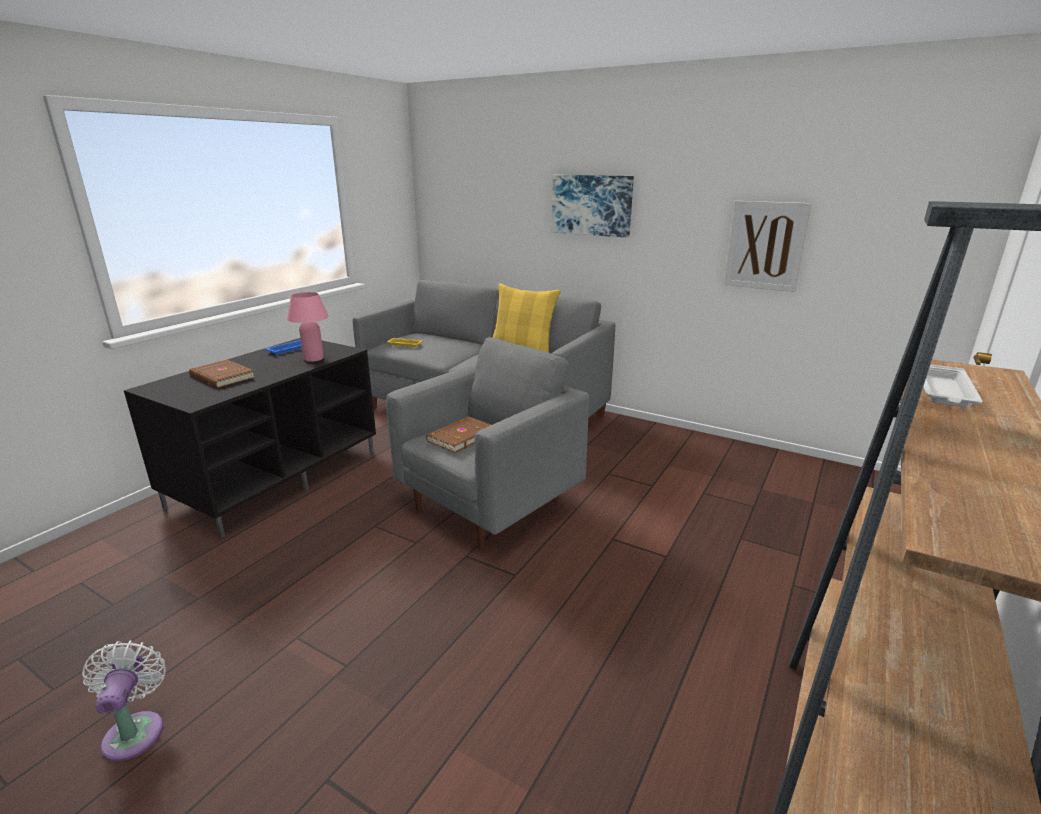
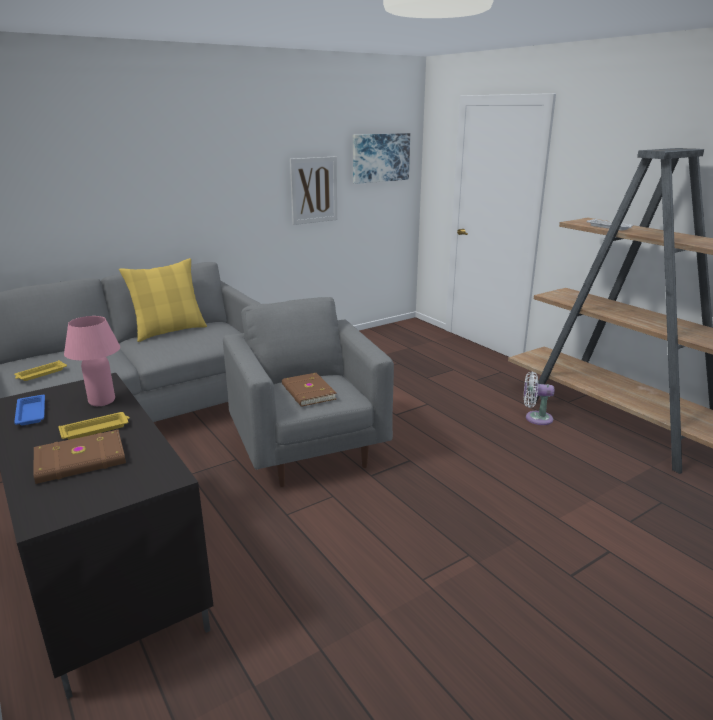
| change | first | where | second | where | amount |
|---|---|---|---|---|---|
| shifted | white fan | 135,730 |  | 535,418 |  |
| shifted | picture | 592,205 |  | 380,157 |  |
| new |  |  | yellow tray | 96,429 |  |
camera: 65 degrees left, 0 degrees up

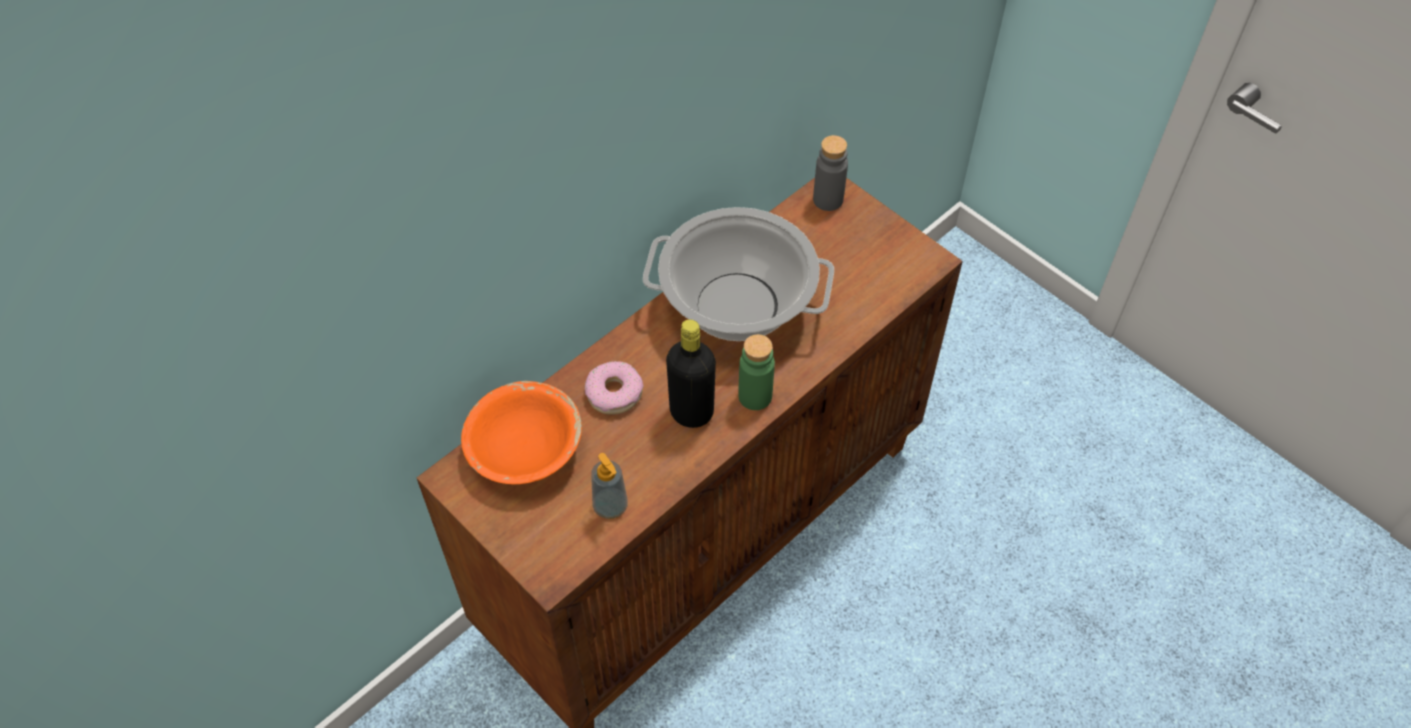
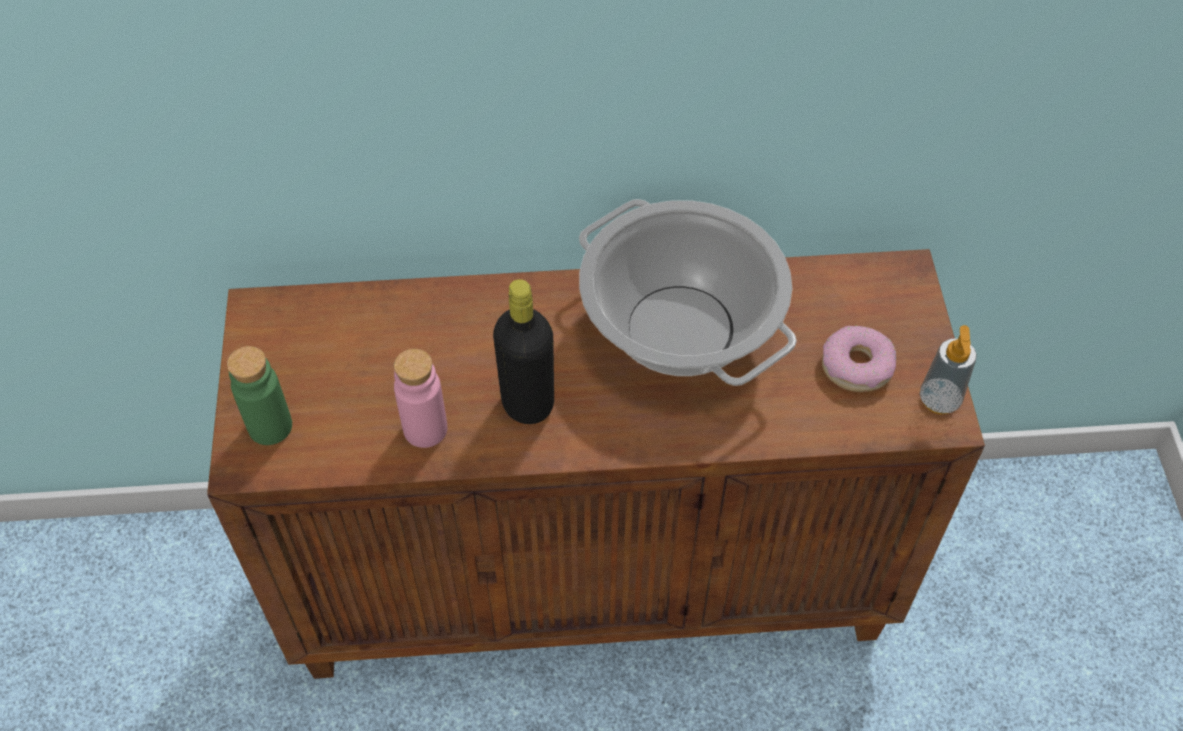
| change | first | where | second | where | amount |
|---|---|---|---|---|---|
| gone | orange bowl | 525,449 |  |  |  |
| shifted | donut | 614,393 |  | 857,366 |  |
| shifted | soap dispenser | 610,506 |  | 939,400 |  |
| shifted | green bottle | 755,396 |  | 270,426 |  |
| gone | grey bottle | 828,199 |  |  |  |
| new |  |  | pink bottle | 425,429 |  |
camera: 40 degrees right, 0 degrees up

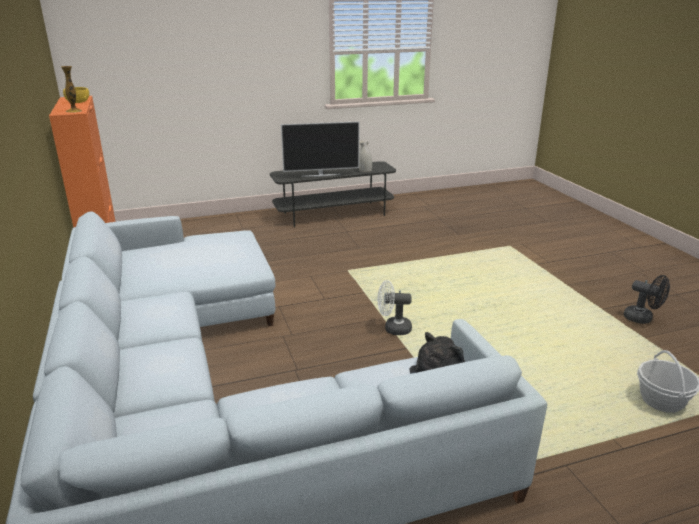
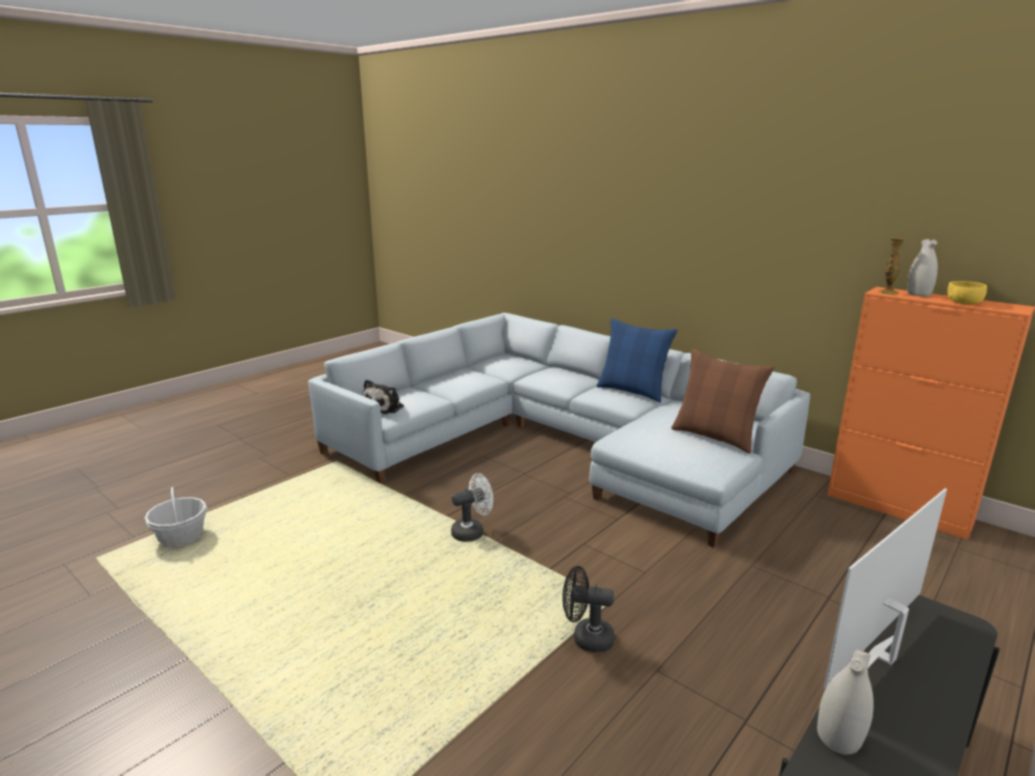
| change | first | where | second | where | amount |
|---|---|---|---|---|---|
| shifted | black fan | 642,319 |  | 586,638 |  |
| new |  |  | blue pillow | 632,391 |  |
| new |  |  | brown pillow | 715,437 |  |
| new |  |  | white vase | 918,294 |  |
camera: 150 degrees right, 5 degrees down

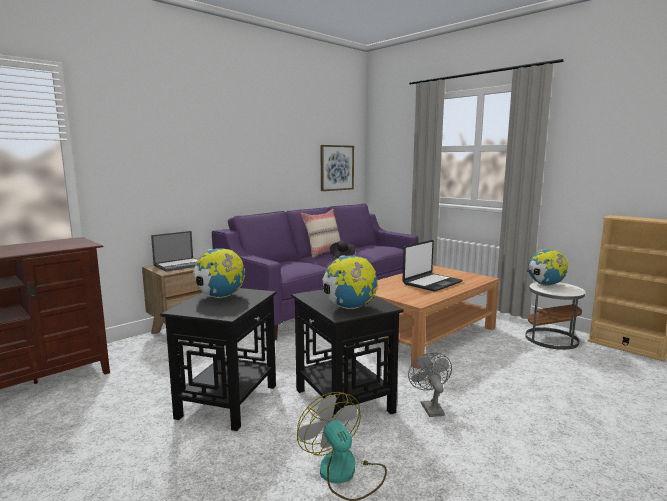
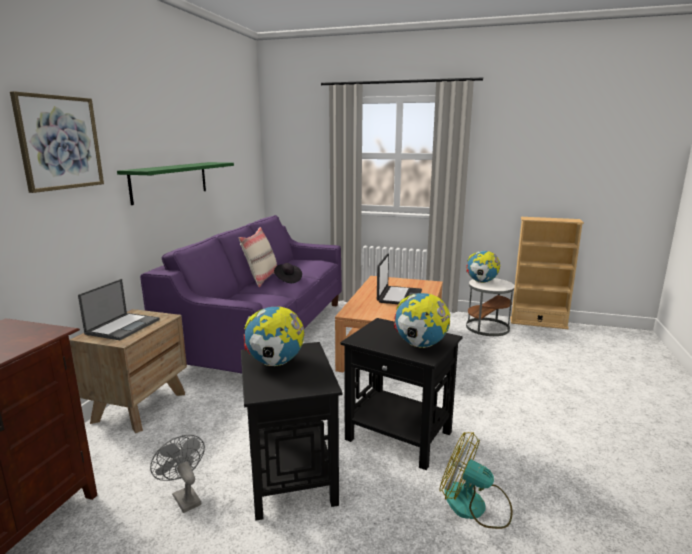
| change | first | where | second | where | amount |
|---|---|---|---|---|---|
| shifted | picture | 336,168 |  | 60,143 |  |
| shifted | grey fan | 430,407 |  | 184,497 |  |
| new |  |  | green shelf | 170,181 |  |
camera: 30 degrees left, 5 degrees up

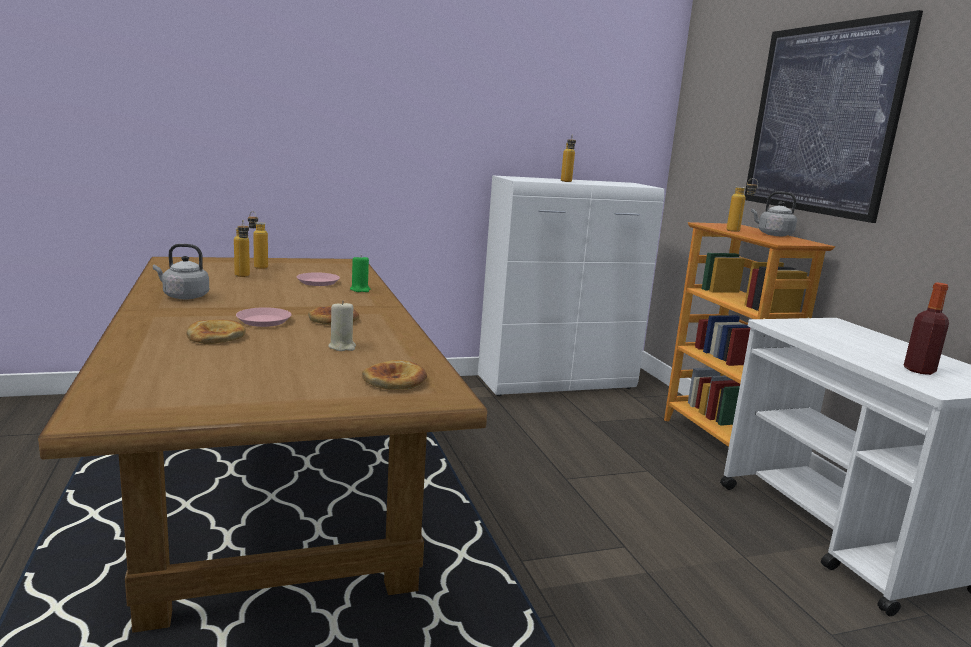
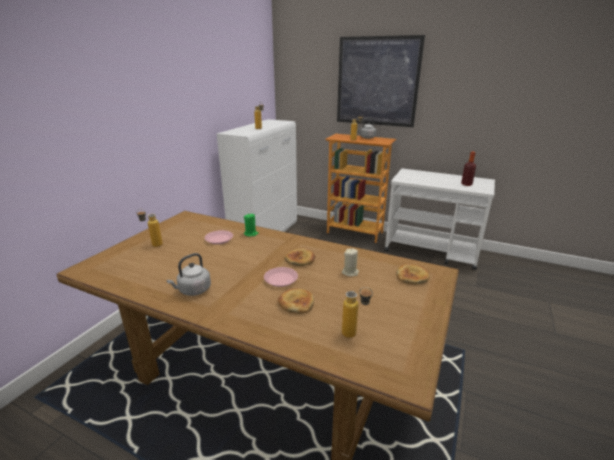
| change | first | where | second | where | amount |
|---|---|---|---|---|---|
| shifted | bottle | 243,277 |  | 355,335 |  |
camera: 45 degrees left, 10 degrees up

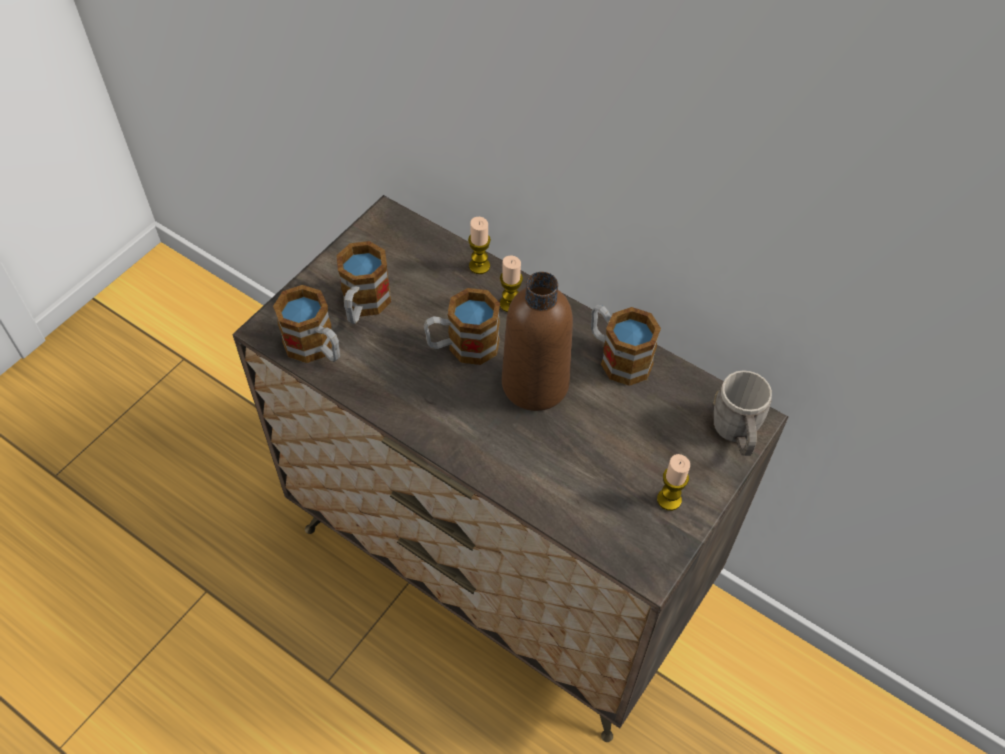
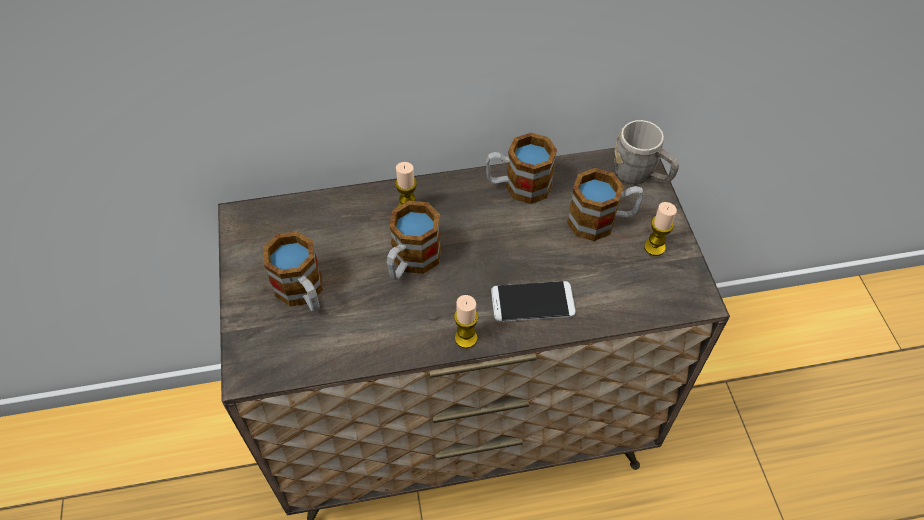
| change | first | where | second | where | amount |
|---|---|---|---|---|---|
| shifted | mug | 316,348 |  | 601,221 |  |
| shifted | candle | 479,266 |  | 466,338 |  |
| gone | brown bottle | 535,384 |  |  |  |
| new |  |  | phone | 532,302 |  |
camera: 45 degrees left, 0 degrees up

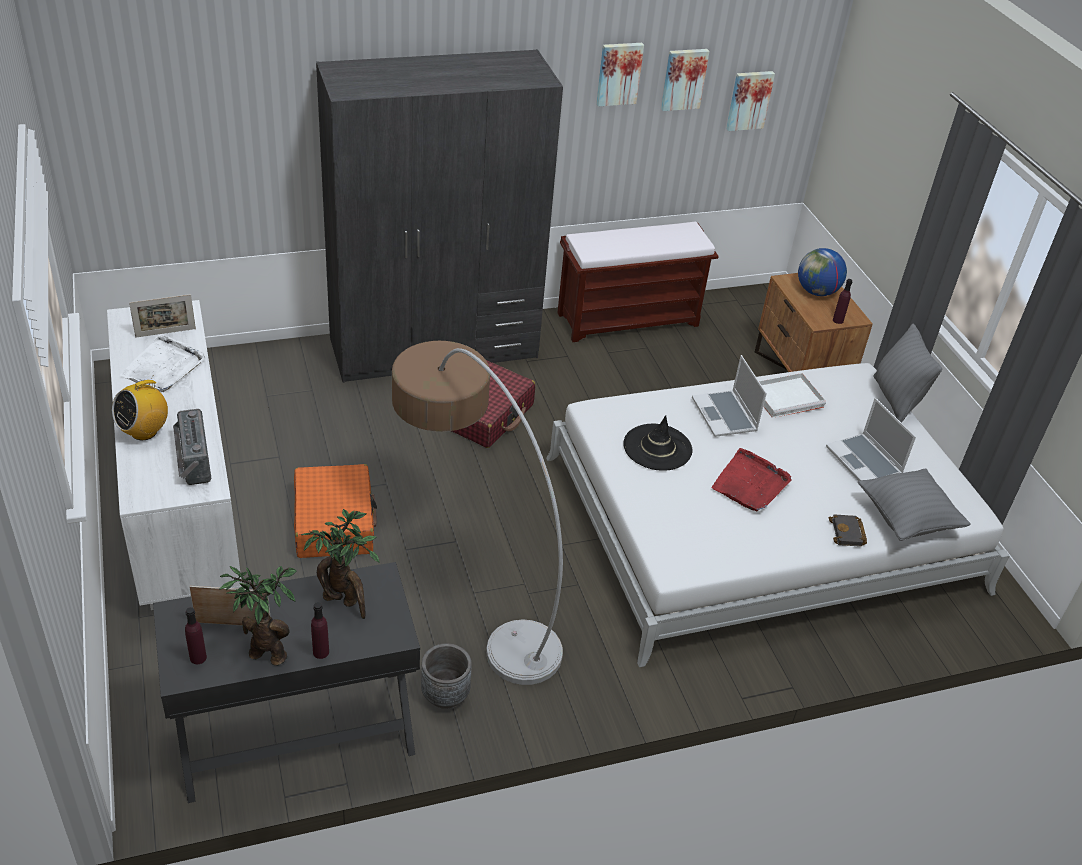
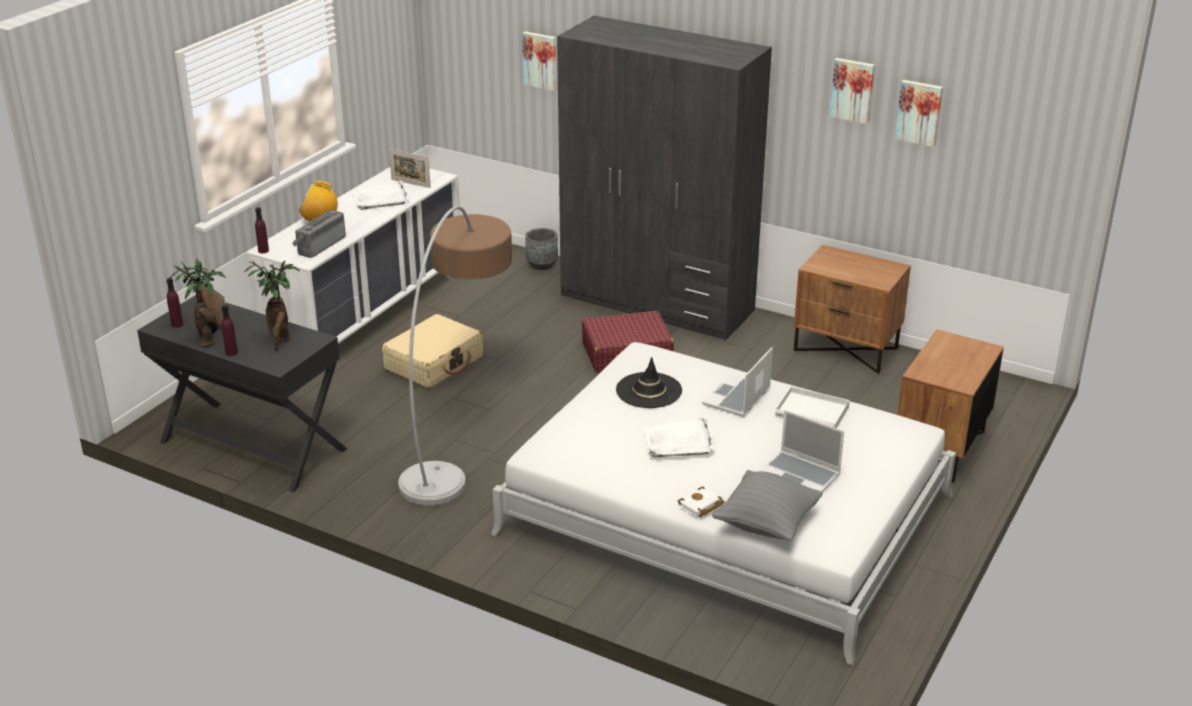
| change | first | where | second | where | amount |
|---|---|---|---|---|---|
| repainted | orange suitcase | 334,522 | beige suitcase | 434,363 |  |
| shifted | grey planter | 445,694 |  | 542,265 |  |
| swapped | brown bench | 629,319 | brown nightstand | 846,349 |  |
| repainted | red tray | 750,484 | white tray | 679,441 |  |
| shifted | picture | 749,100 |  | 540,60 |  |
| gone | globe | 817,292 |  |  |  |
| rotated | laptop | 865,461 |  | 800,476 | 75 degrees counterclockwise |
| repainted | black book | 848,534 | white book | 701,506 |  |
| shifted | purple bottle | 838,320 |  | 263,251 |  |
| gone | grey pillow | 896,399 |  |  |  |
camera: 50 degrees right, 10 degrees down

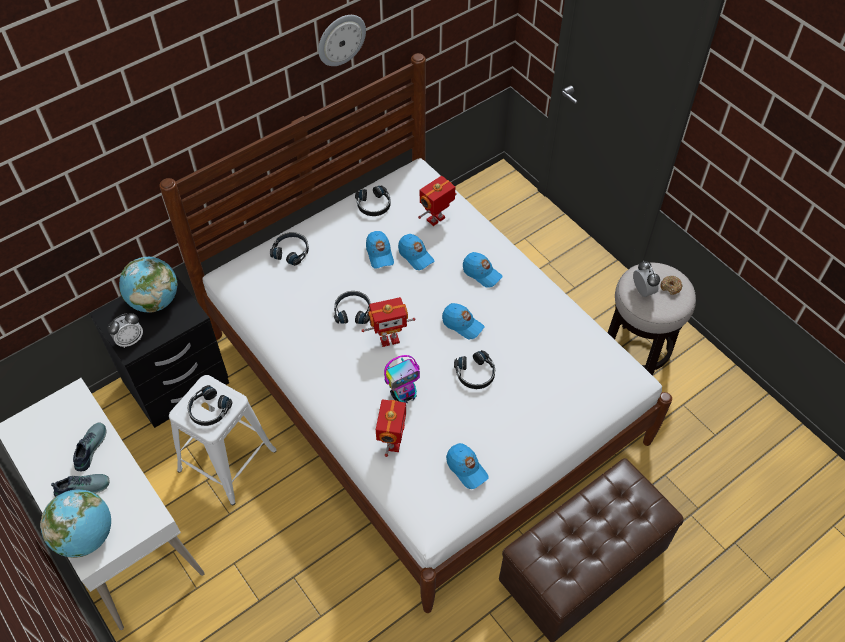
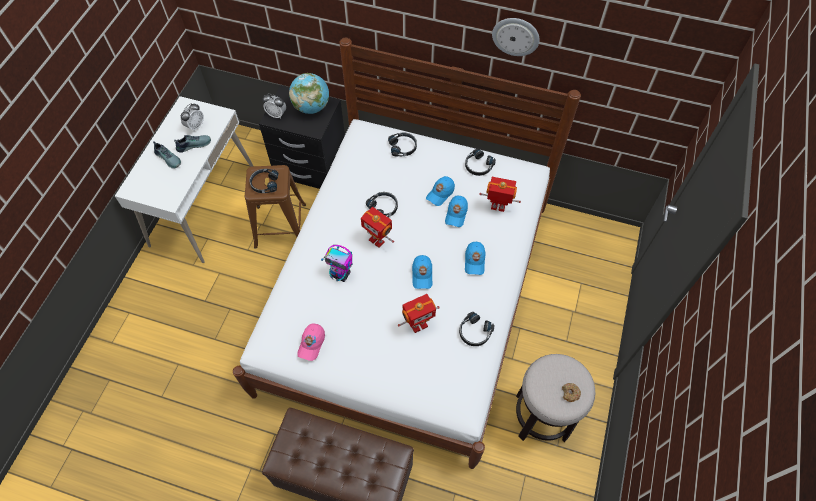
| change | first | where | second | where | amount |
|---|---|---|---|---|---|
| gone | globe | 86,536 |  |  |  |
| repainted | white stool | 227,460 | brown stool | 280,225 |  |
| shifted | toy robot | 392,442 |  | 418,325 |  |
| repainted | blue cap | 466,469 | pink cap | 311,344 |  |
| shifted | black headphones | 475,374 |  | 474,332 |  |
| shifted | alarm clock | 642,291 |  | 195,126 |  |
camera: 55 degrees right, 5 degrees up

